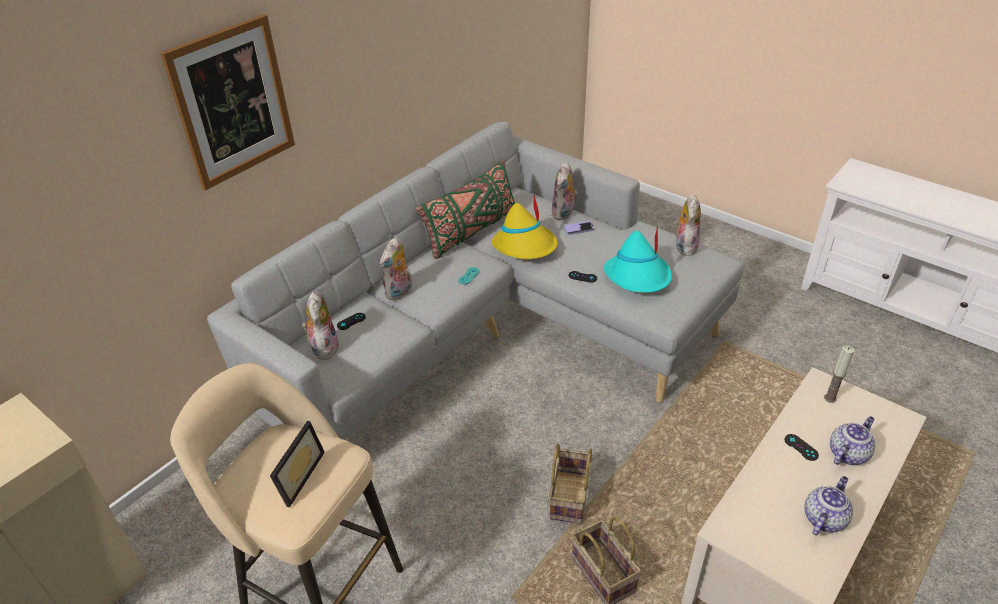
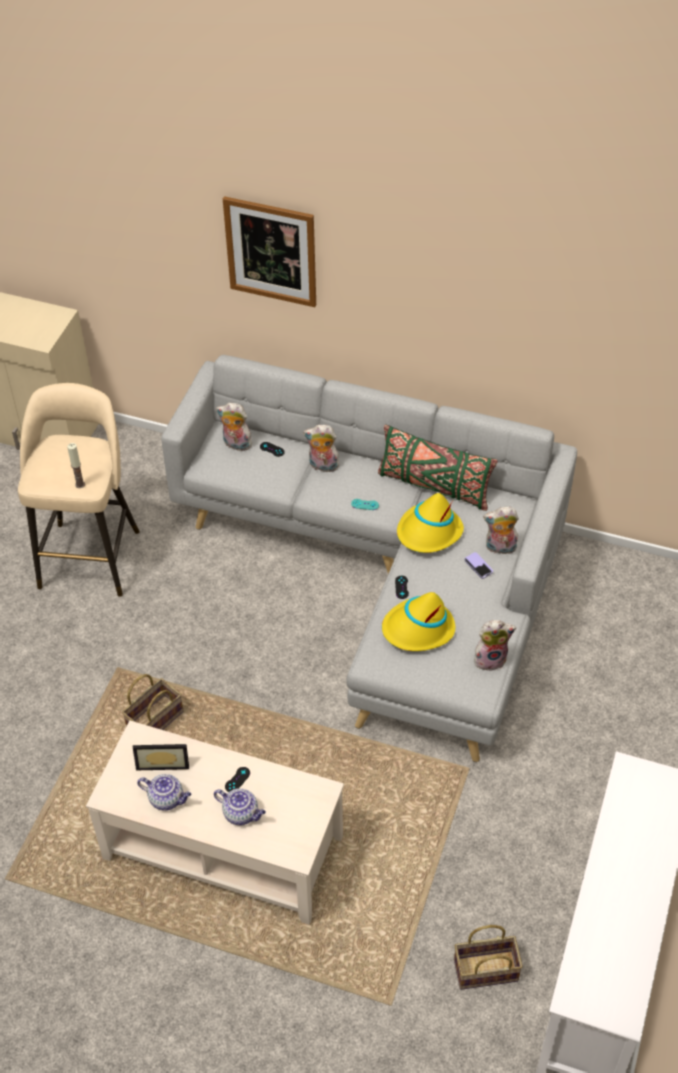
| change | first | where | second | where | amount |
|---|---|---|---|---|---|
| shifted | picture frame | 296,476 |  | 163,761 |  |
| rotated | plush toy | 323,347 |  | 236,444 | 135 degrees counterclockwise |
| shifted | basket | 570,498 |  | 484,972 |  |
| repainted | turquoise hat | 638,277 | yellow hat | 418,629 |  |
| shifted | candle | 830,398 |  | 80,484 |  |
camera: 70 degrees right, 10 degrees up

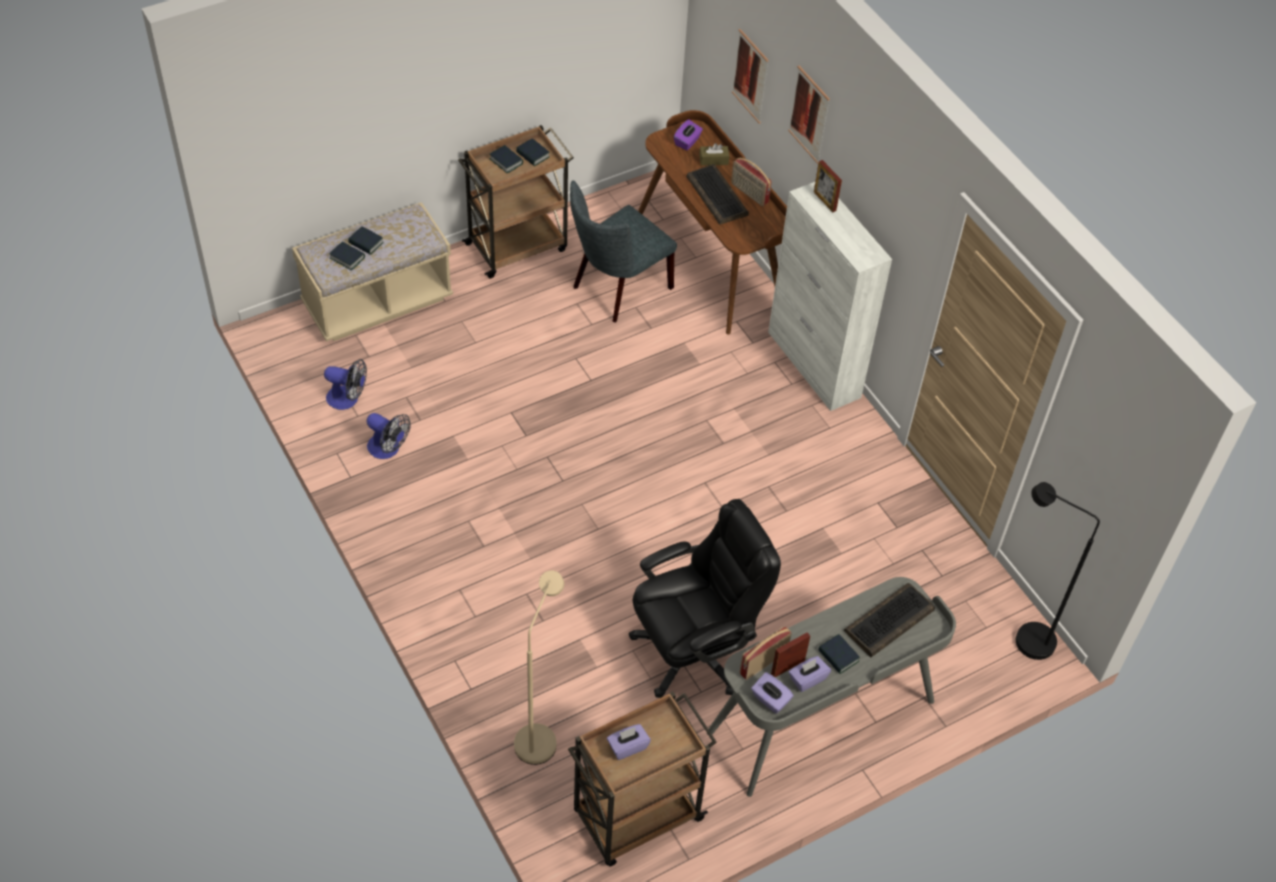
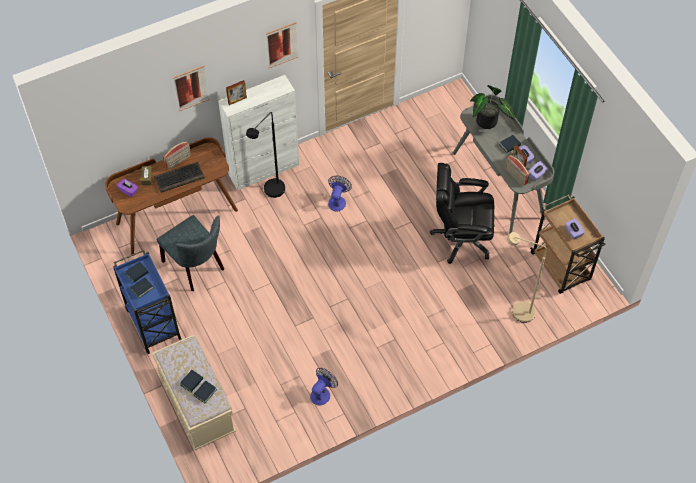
| change | first | where | second | where | amount |
|---|---|---|---|---|---|
| shifted | fan | 348,399 |  | 338,200 |  |
| repainted | brown cart | 518,246 | blue cart | 152,322 |  |
| rotated | black office chair | 694,650 |  | 461,238 | 60 degrees counterclockwise |
| shifted | picture | 750,76 |  | 282,45 |  |
| swapped | keyboard | 889,621 | potted plant | 488,123 |  |
| shifted | black floor lamp | 1024,636 |  | 270,193 |  |
camera: 85 degrees left, 5 degrees up

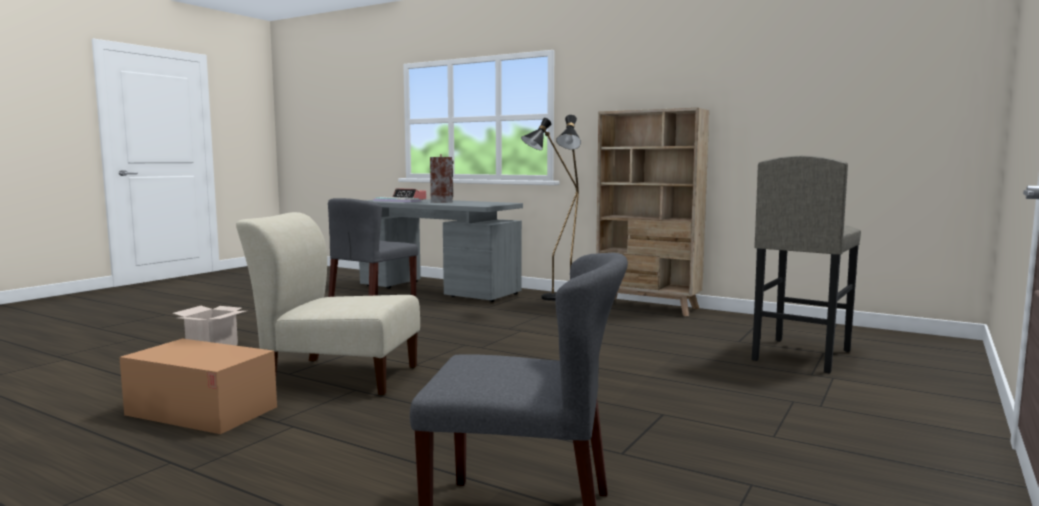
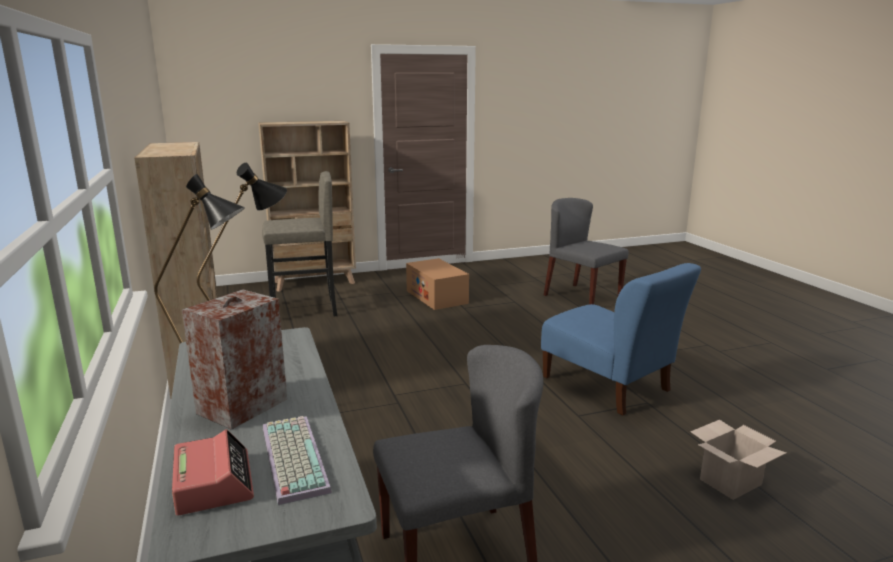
| change | first | where | second | where | amount |
|---|---|---|---|---|---|
| shifted | cardboard box | 201,411 |  | 436,297 |  |
| repainted | beige chair | 337,376 | blue chair | 609,386 |  |
| new |  |  | beige bookcase | 315,283 |  |
camera: 140 degrees left, 10 degrees up

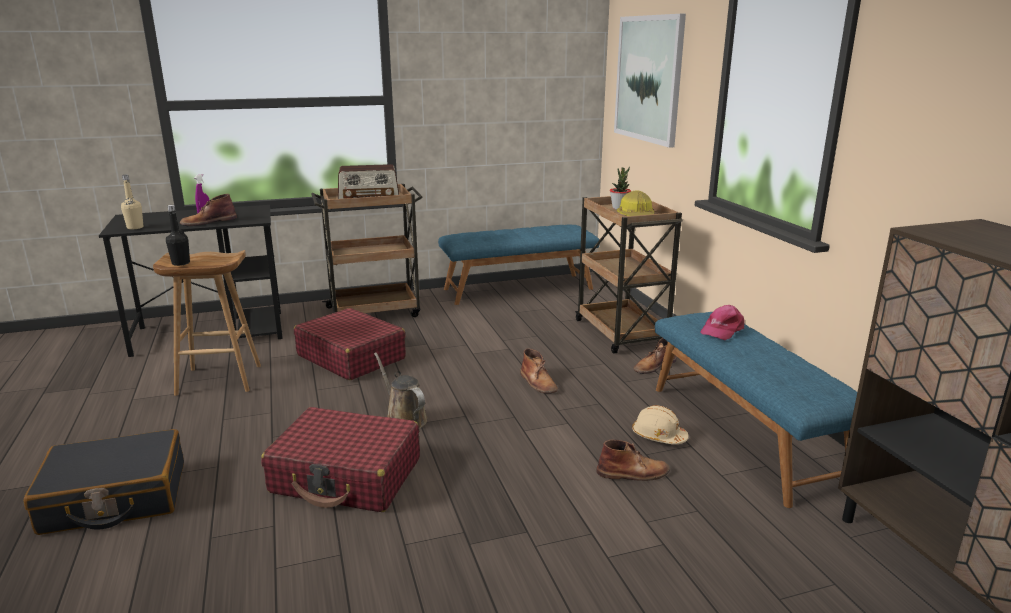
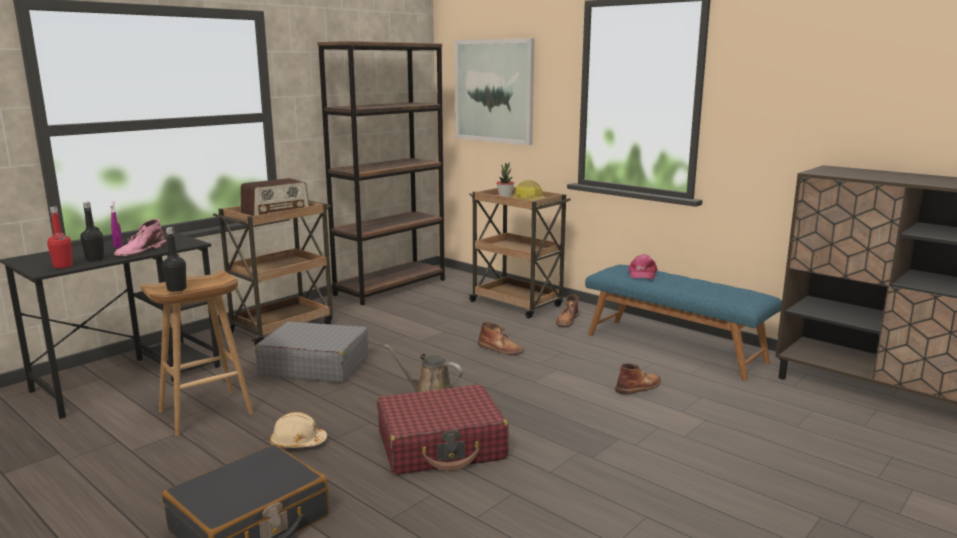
| change | first | where | second | where | amount |
|---|---|---|---|---|---|
| repainted | beige bottle | 135,227 | red bottle | 63,266 |  |
| repainted | brown boot | 208,222 | pink boot | 140,251 |  |
| repainted | red suitcase | 351,357 | grey suitcase | 314,366 |  |
| swapped | blue bench | 518,288 | brown bookcase | 391,287 |  |
| shifted | beige hard hat | 658,436 |  | 298,442 |  |
| new |  |  | black bottle | 95,259 |  |
camera: 30 degrees left, 5 degrees down

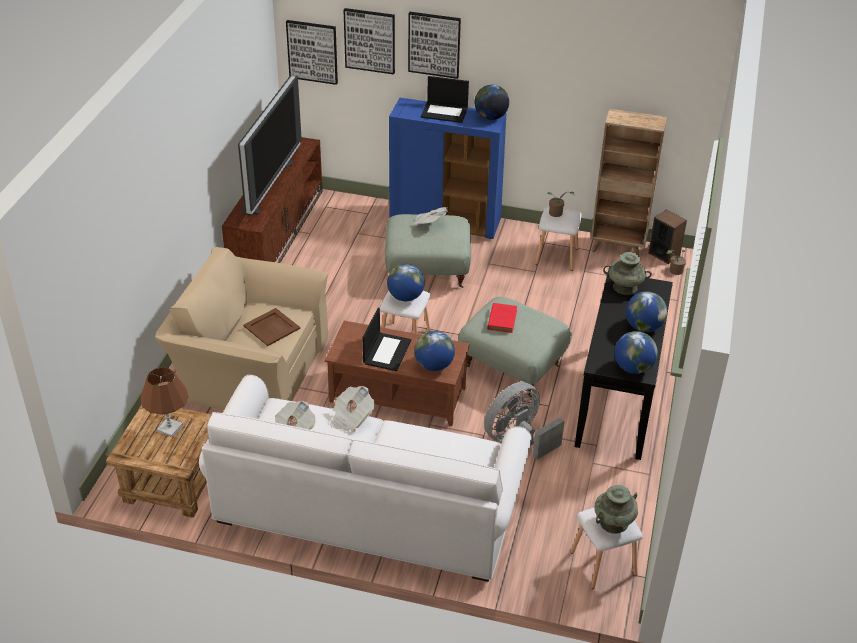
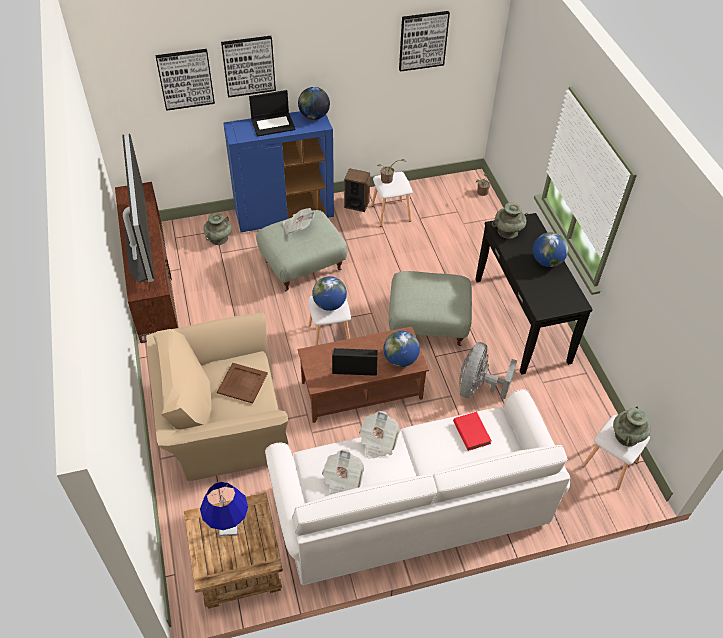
| change | first | where | second | where | amount |
|---|---|---|---|---|---|
| repainted | brown table lamp | 169,428 | blue table lamp | 228,527 |  |
| shifted | picture | 312,51 |  | 423,40 |  |
| rotated | laptop | 387,351 |  | 354,363 | 75 degrees counterclockwise |
| shifted | red book | 502,319 |  | 471,431 |  |
| gone | brown bookcase | 618,248 |  |  |  |
| gone | globe | 633,368 |  |  |  |
| shifted | speaker | 664,254 |  | 356,204 |  |
| new |  |  | turquoise vase | 219,239 |  |
camera: 30 degrees left, 10 degrees up

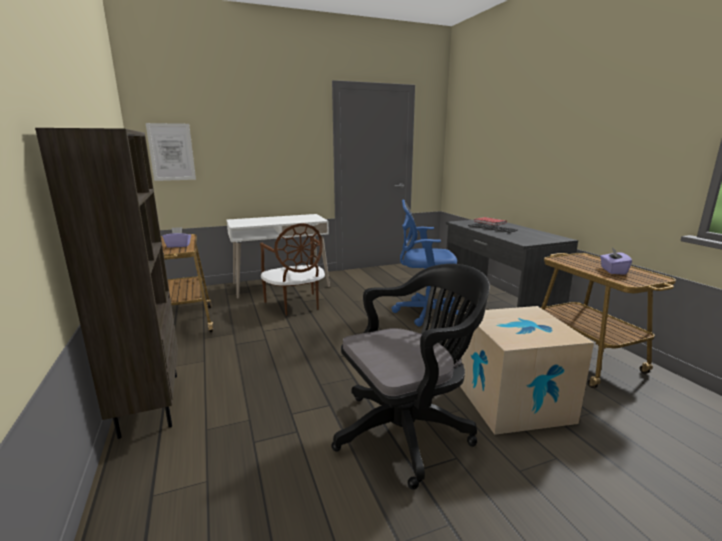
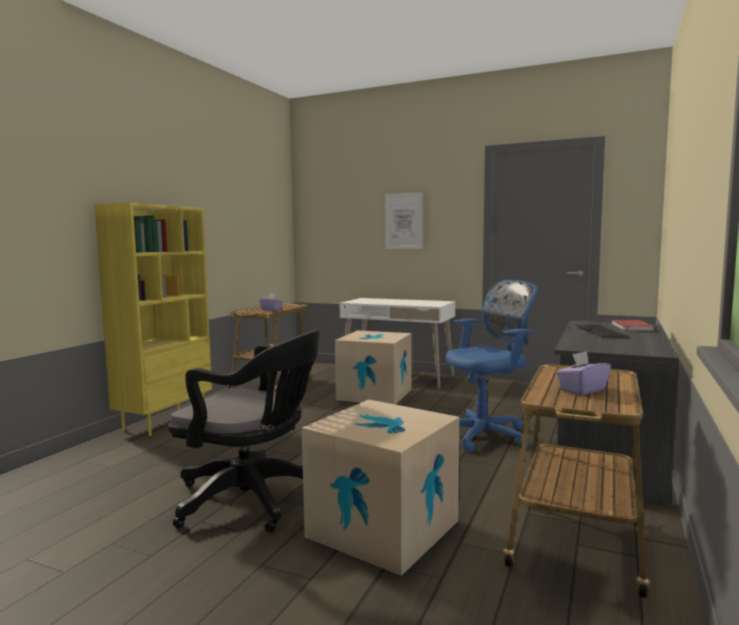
| change | first | where | second | where | amount |
|---|---|---|---|---|---|
| repainted | brown bookcase | 149,403 | yellow bookcase | 165,421 |  |
| shifted | picture | 171,152 |  | 403,221 |  |
| swapped | brown chair | 295,305 | cardboard box | 374,394 |  |
| rotated | blue office chair | 425,313 |  | 485,435 | 105 degrees clockwise |
camera: 45 degrees right, 10 degrees down

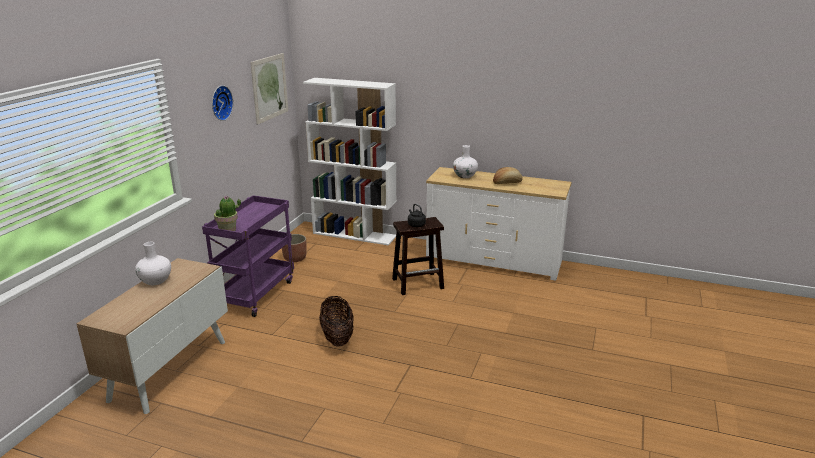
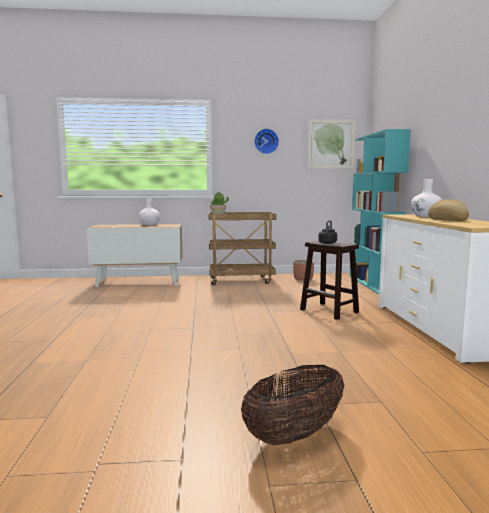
| change | first | where | second | where | amount |
|---|---|---|---|---|---|
| repainted | purple cart | 256,293 | brown cart | 241,280 |  |
| repainted | white bookcase | 355,234 | turquoise bookcase | 373,284 |  |
| shifted | basket | 337,337 |  | 294,435 |  |
camera: 65 degrees right, 15 degrees down

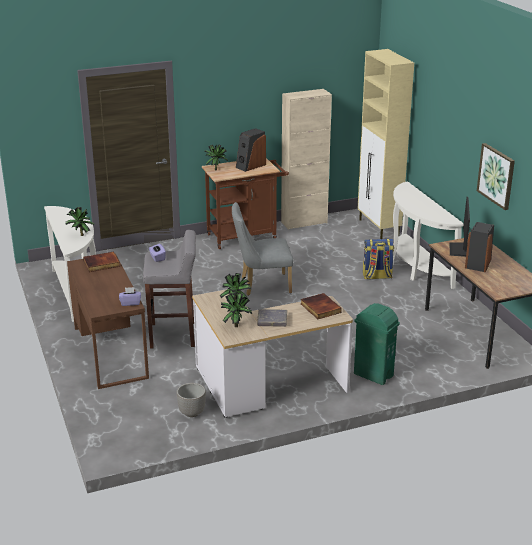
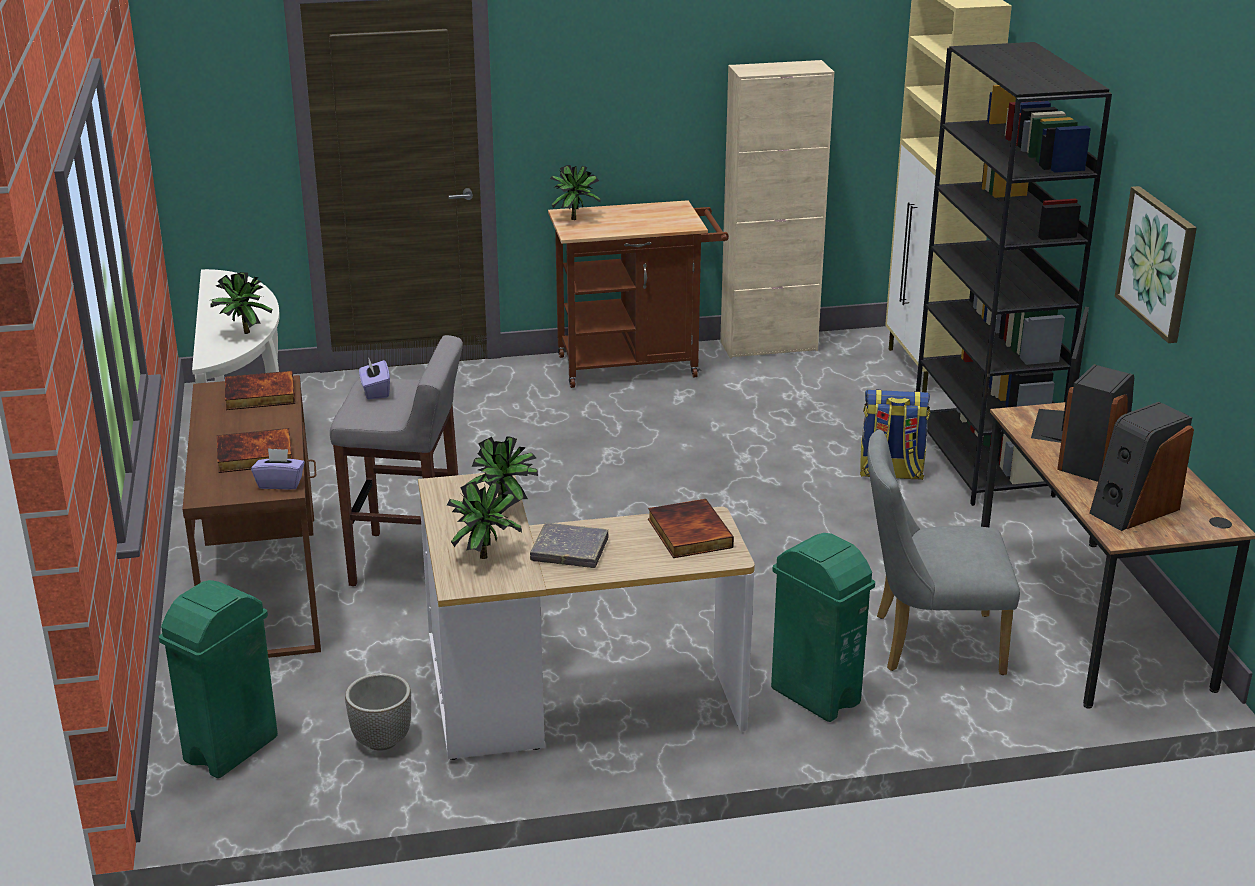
| change | first | where | second | where | amount |
|---|---|---|---|---|---|
| shifted | grey chair | 261,285 |  | 927,643 |  |
| shifted | speaker | 250,166 |  | 1133,510 |  |
| swapped | white console table | 415,267 | black bookcase | 982,460 |  |
| new |  |  | green trash can | 230,749 |  |
| new |  |  | book | 254,456 |  |
camera: 10 degrees right, 0 degrees up

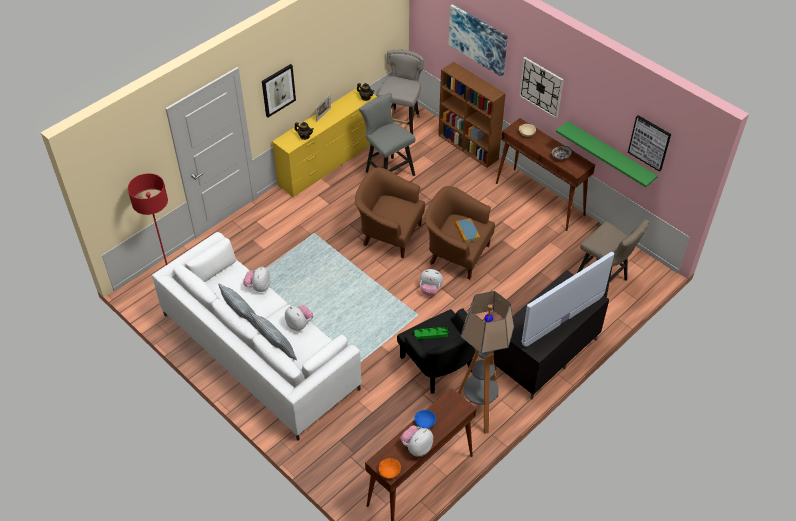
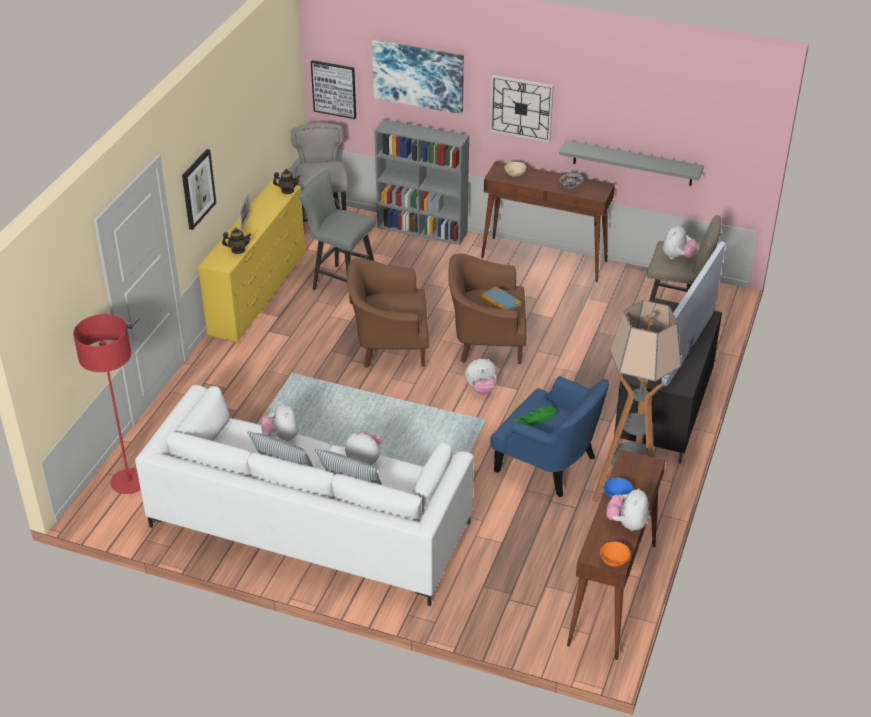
| change | first | where | second | where | amount |
|---|---|---|---|---|---|
| repainted | black armchair | 440,364 | blue armchair | 548,463 |  |
| repainted | brown bookcase | 468,147 | grey bookcase | 423,230 |  |
| repainted | green shelf | 610,154 | grey shelf | 632,163 |  |
| shifted | picture | 649,142 |  | 334,89 |  |
| new |  |  | plush toy | 677,257 |  |
camera: 25 degrees left, 10 degrees down

